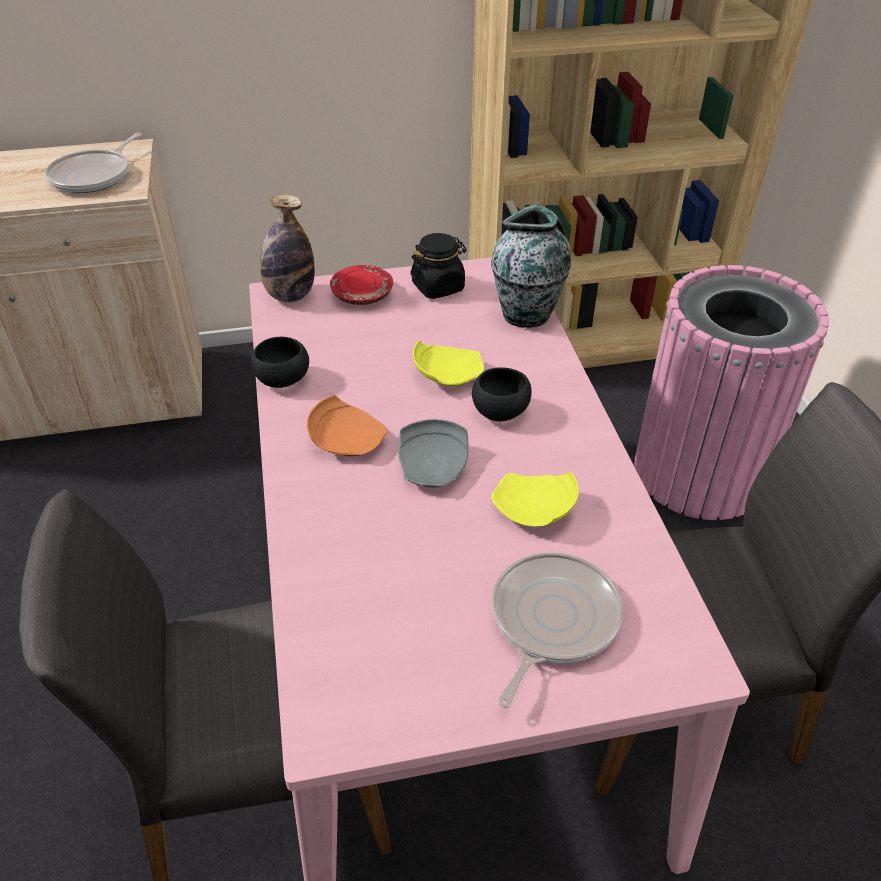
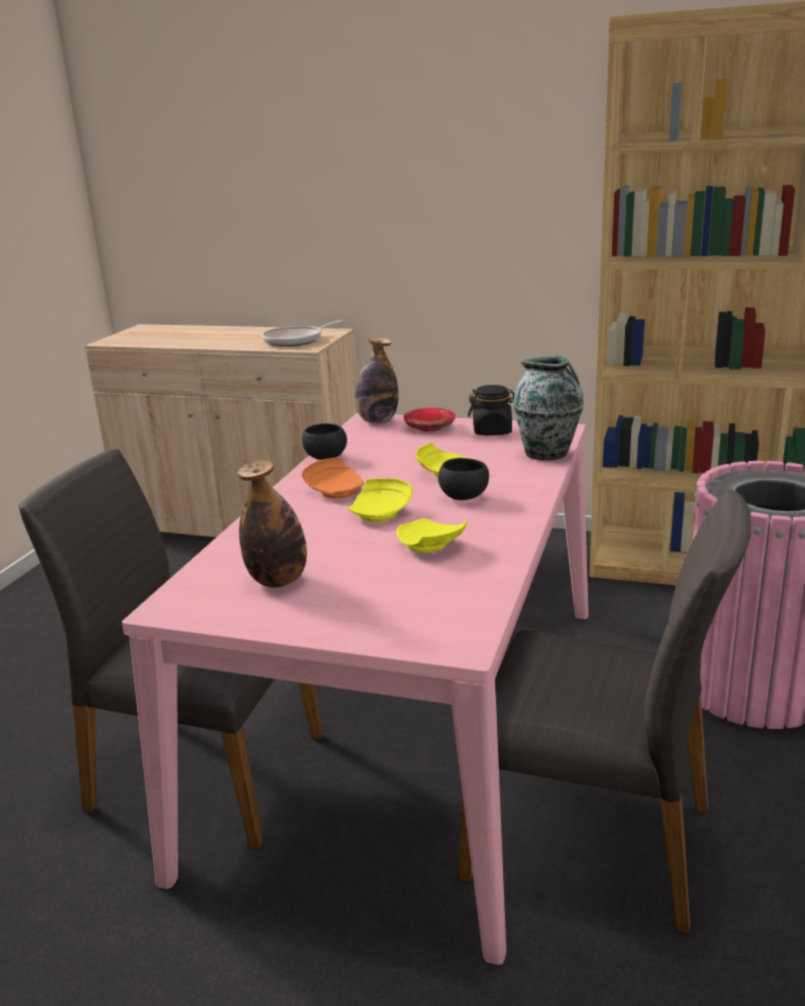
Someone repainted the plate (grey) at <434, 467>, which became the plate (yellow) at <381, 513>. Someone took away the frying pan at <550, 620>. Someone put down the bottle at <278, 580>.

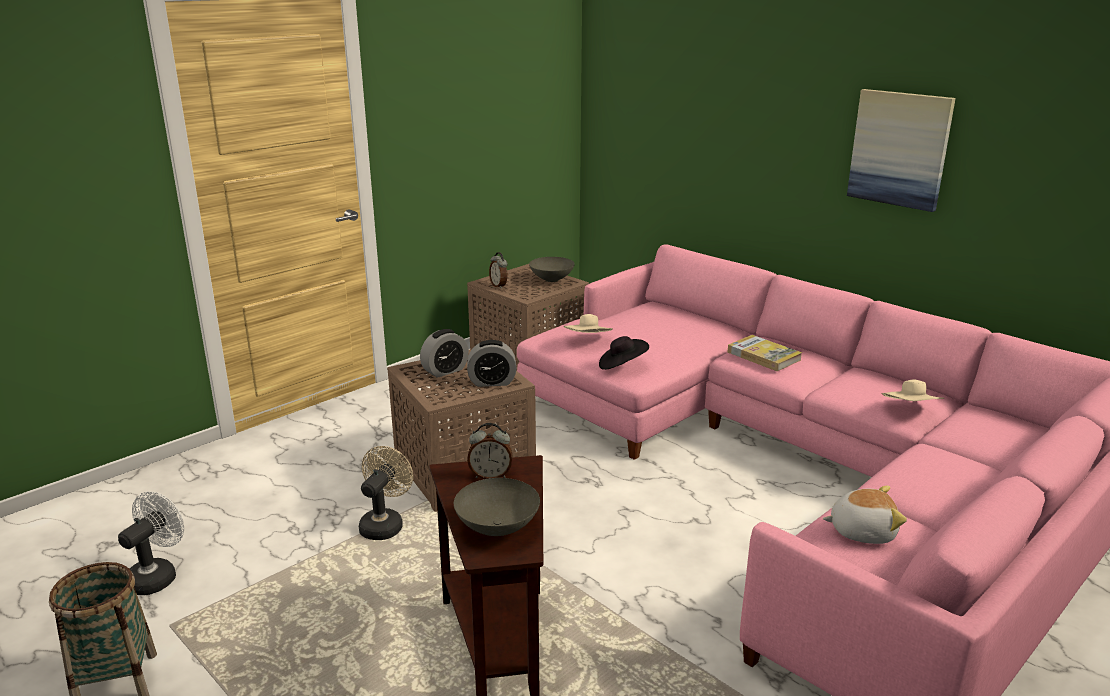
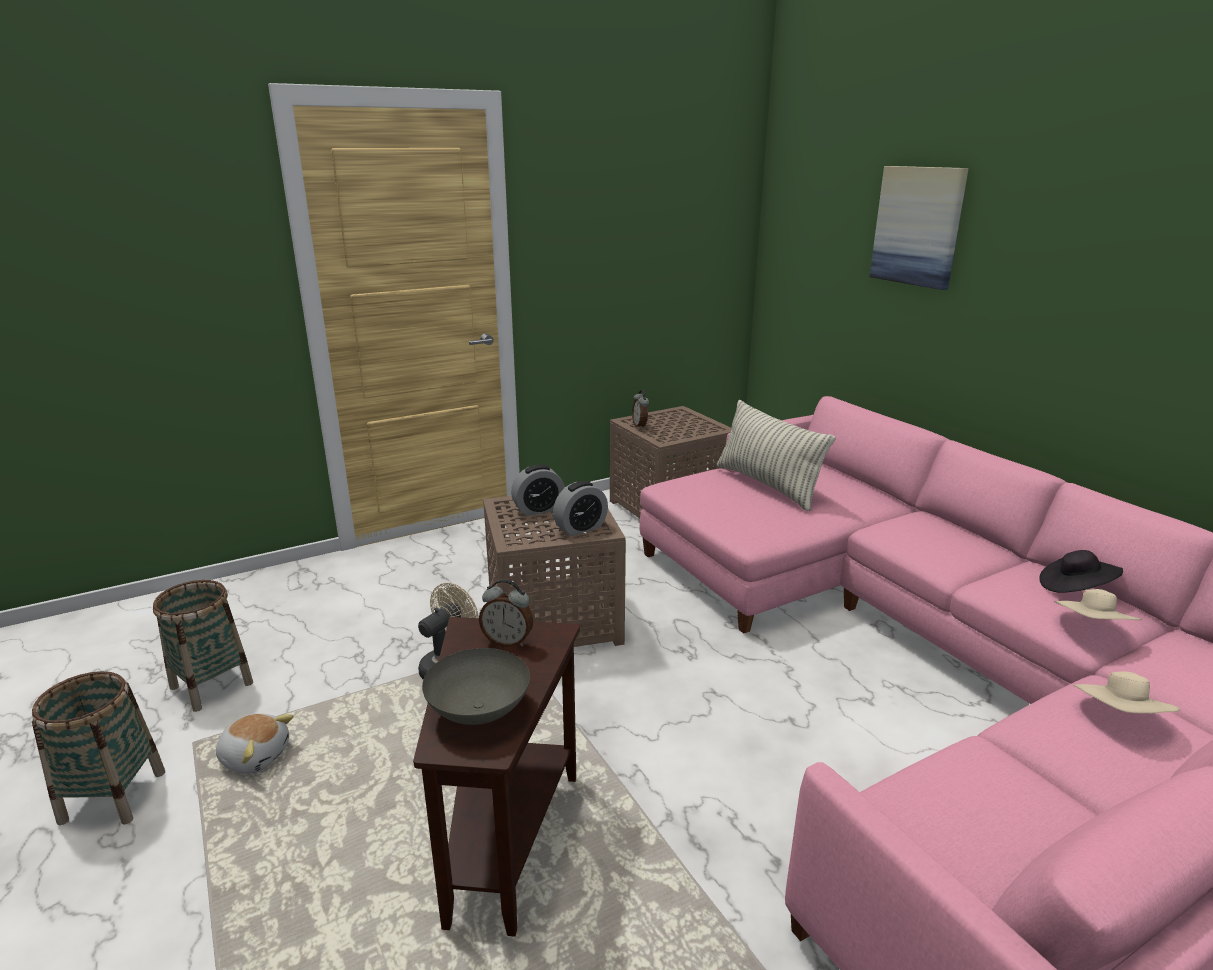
Someone carried the picture from <899, 149> to <918, 226>. Someone took away the bowl (grey) at <552, 279>. Someone carried the hat (beige) from <588, 341> to <1119, 718>. Someone took away the book at <763, 356>. Someone carried the hat (black) from <622, 366> to <1074, 588>. Someone rotated the alarm clock at <492, 382> by 45 degrees counterclockwise. Someone carried the plush toy from <861, 531> to <255, 756>. Someone swapped the fan (white) at <157, 576> for the basket at <211, 685>. Someone put down the pillow at <767, 485>.

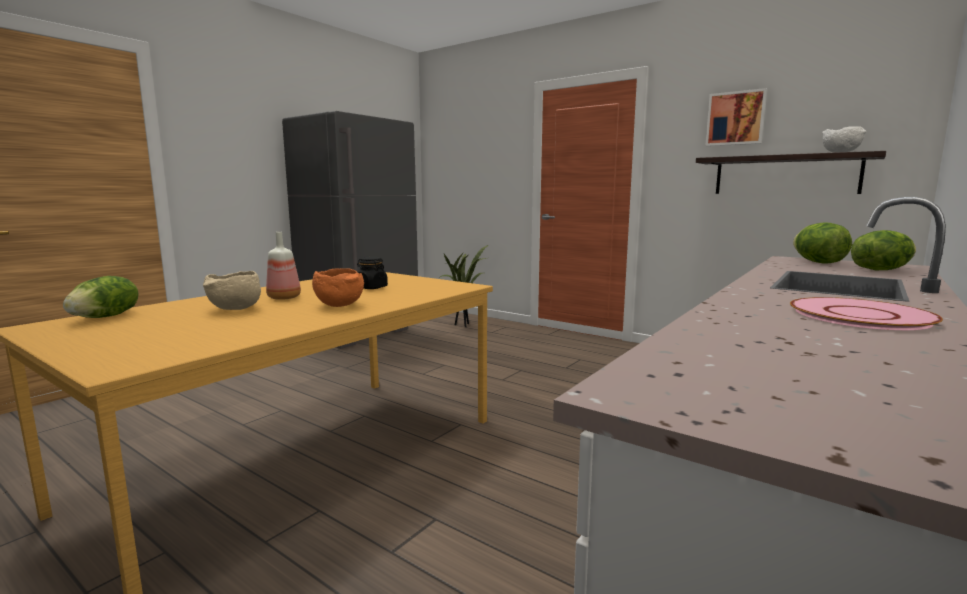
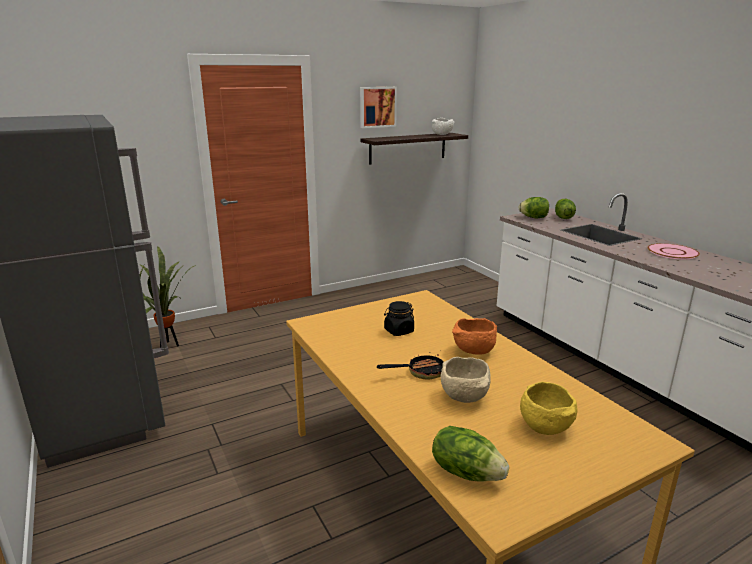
Someone swapped the bottle at <284, 297> for the frying pan at <420, 372>. Someone put down the bowl (yellow) at <543, 427>.

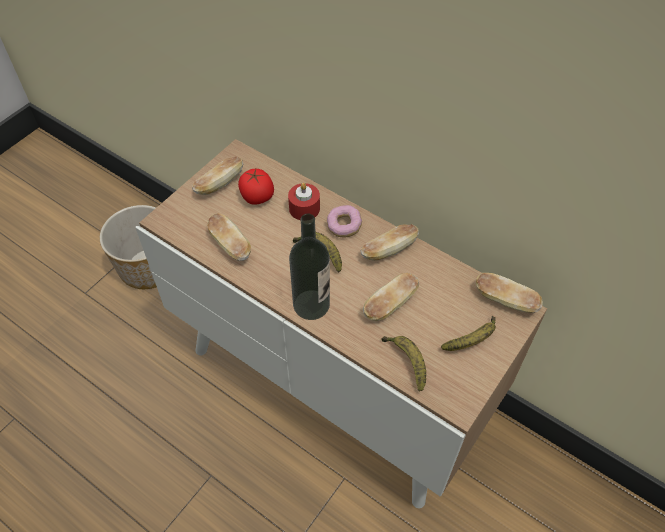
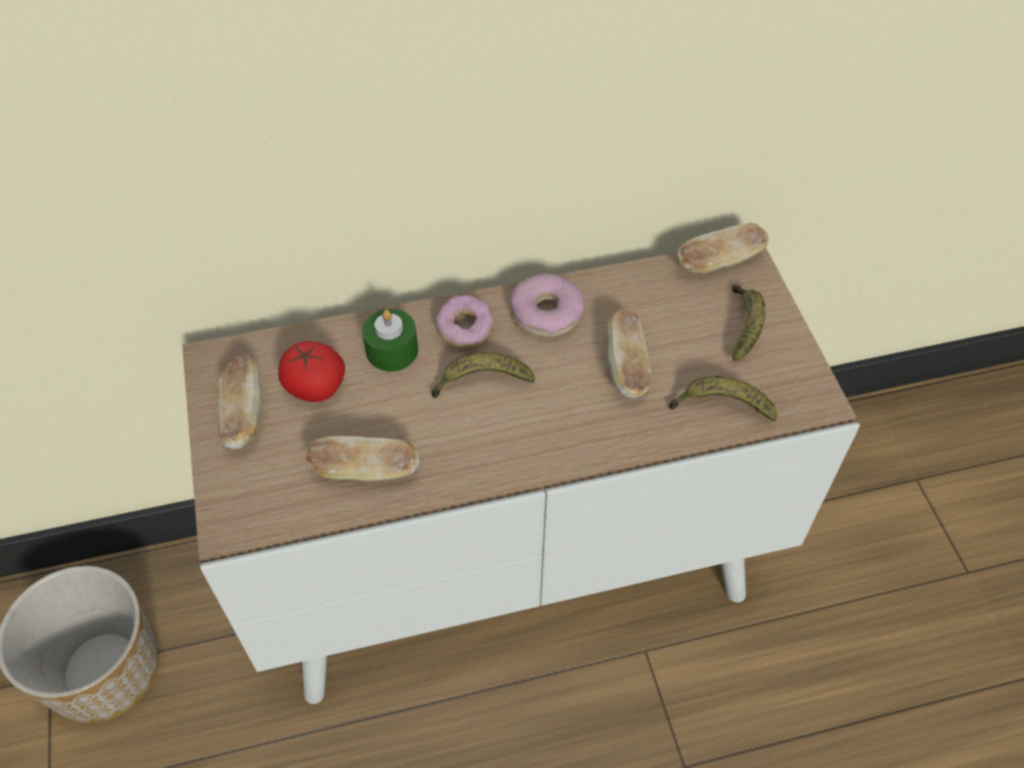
Someone repainted the candle (red) at <304, 208>, which became the candle (green) at <392, 350>. Someone took away the bottle at <311, 305>. Someone swapped the bread at <388, 250> for the donut at <546, 313>.

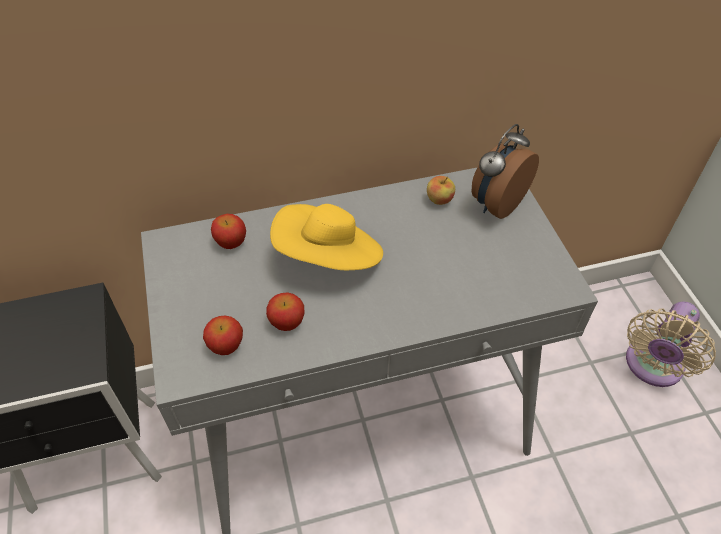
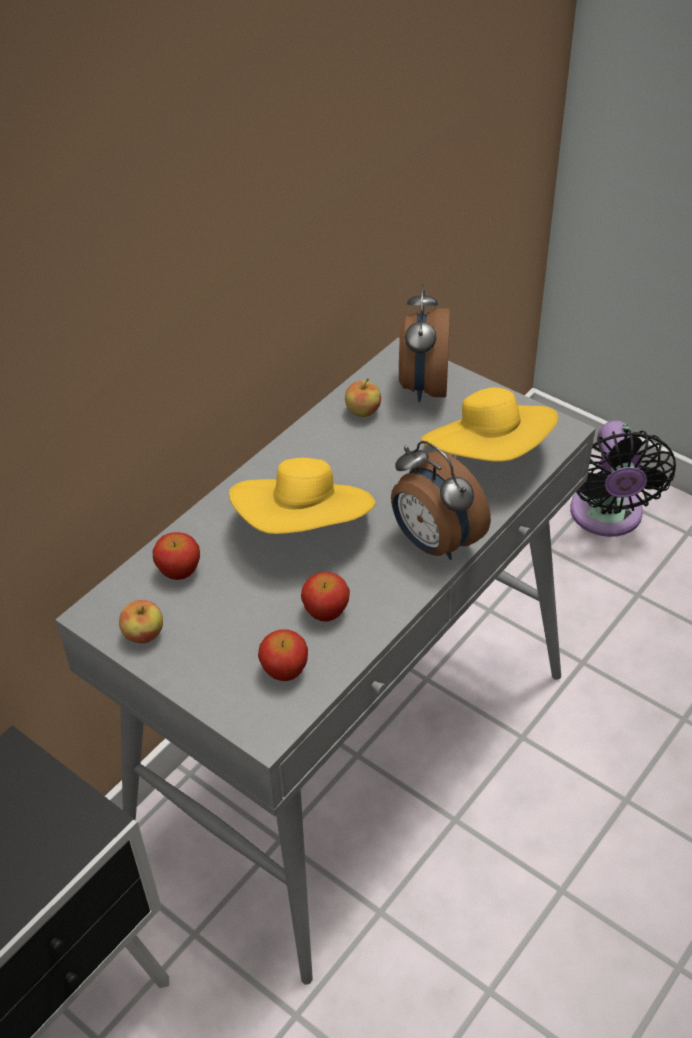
Someone repainted the fan (beige) at <652, 367>, which became the fan (black) at <607, 517>. Someone put down the hat (yellow) at <489, 456>. Someone put down the alarm clock at <434, 543>. Someone put down the apple at <144, 634>.

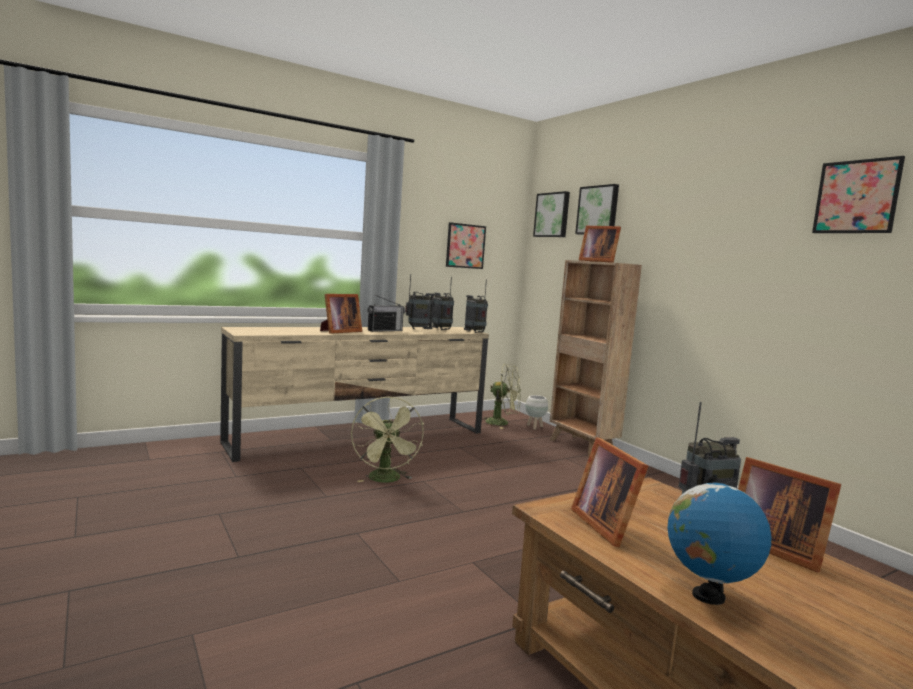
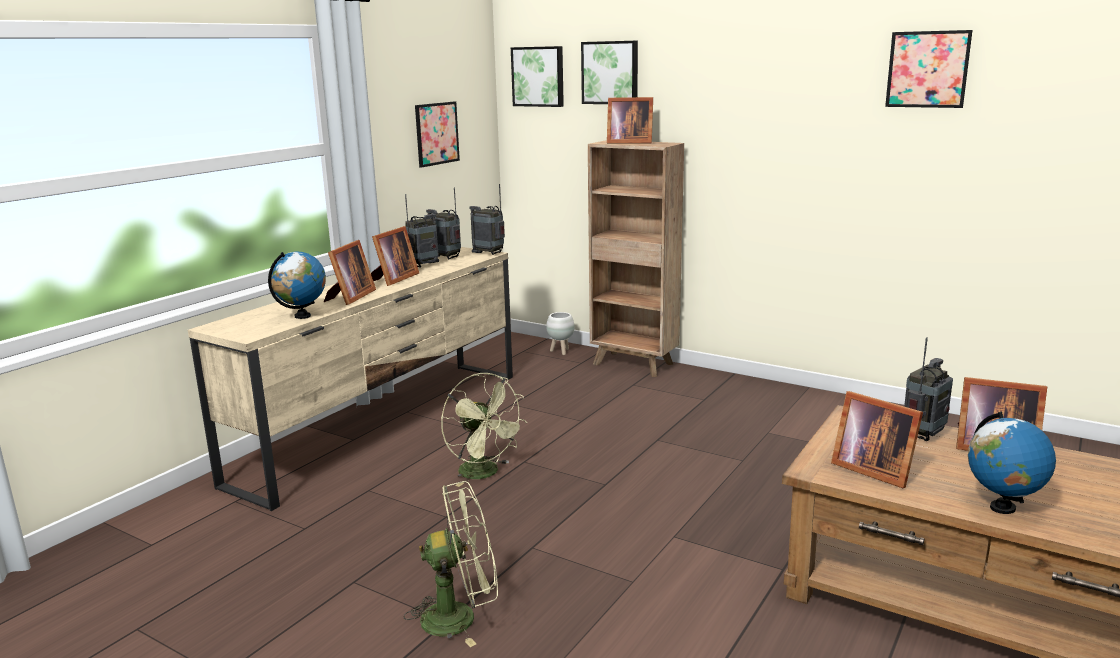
Someone swapped the radio at <385, 330> for the picture frame at <393, 279>. Someone carried the fan (green) from <502, 423> to <460, 616>. Someone put down the globe at <302, 316>.

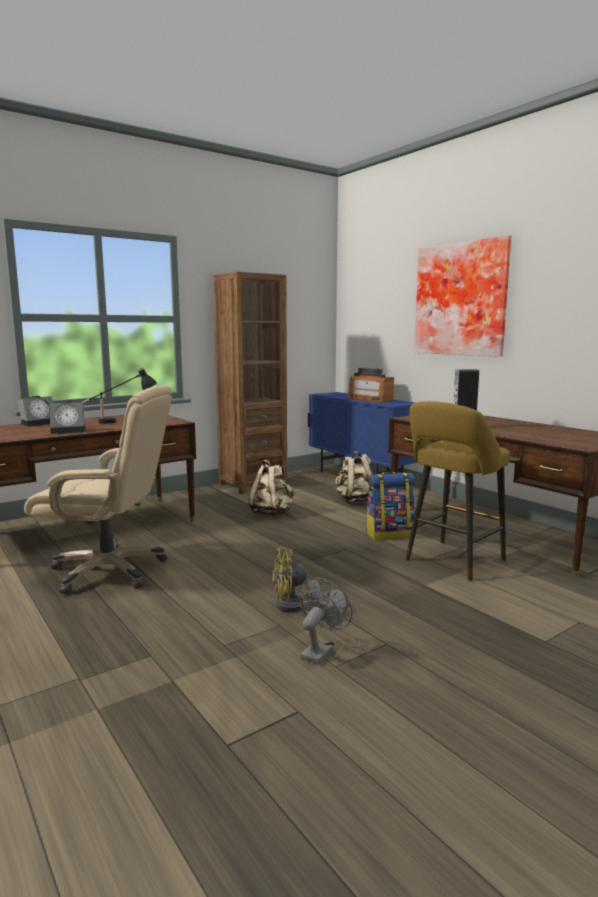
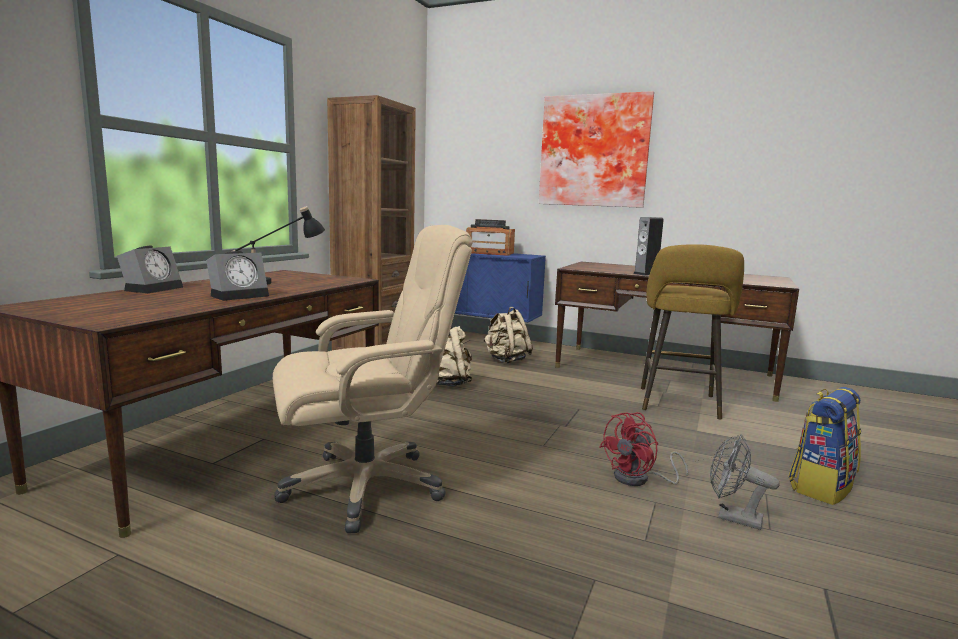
Someone carried the backpack from <389, 534> to <820, 486>. Someone repainted the fan (yellow) at <296, 608>, which became the fan (red) at <639, 479>. Someone rotated the fan (grey) at <320, 650> by 60 degrees counterclockwise.

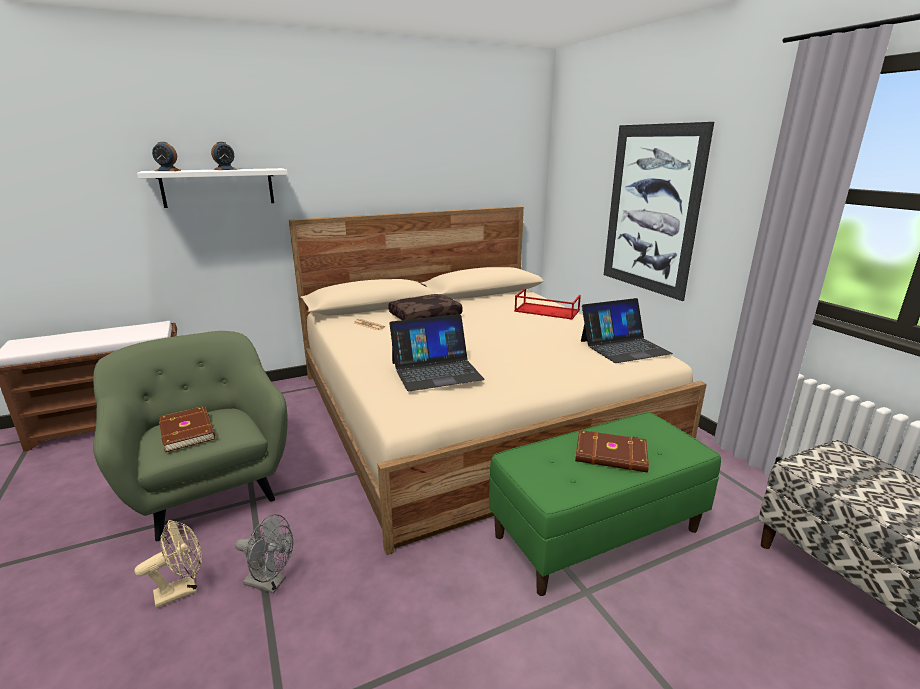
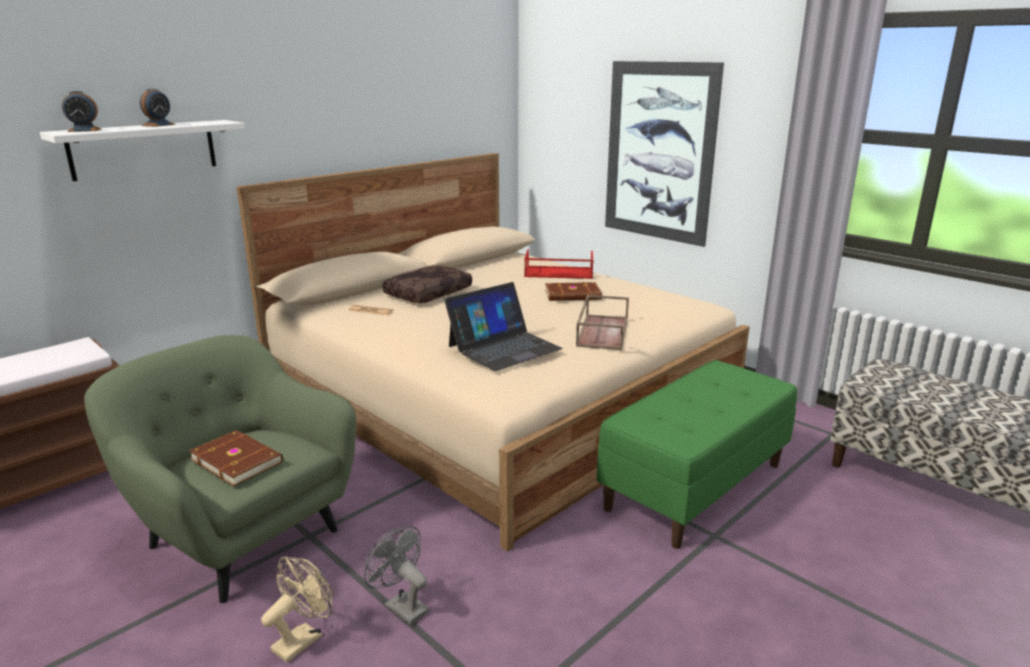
Someone took away the laptop at <624, 347>. Someone carried the book (brown) from <611, 455> to <573, 295>. Someone rotated the fan (grey) at <271, 583> by 135 degrees counterclockwise. Someone put down the tray (brown) at <602, 331>.

